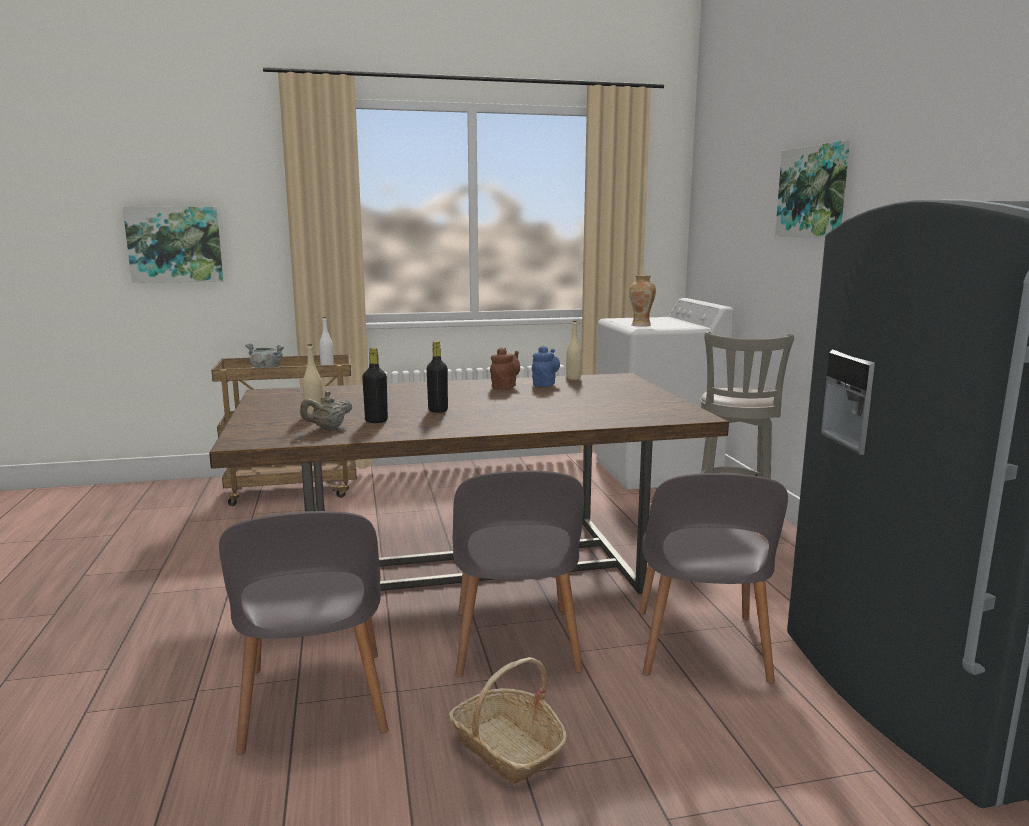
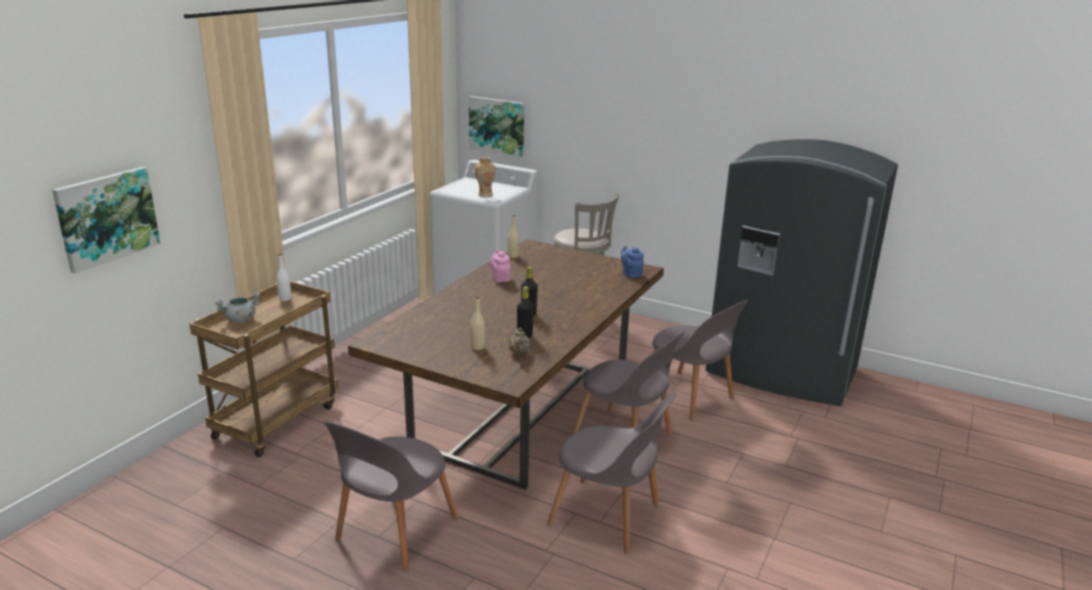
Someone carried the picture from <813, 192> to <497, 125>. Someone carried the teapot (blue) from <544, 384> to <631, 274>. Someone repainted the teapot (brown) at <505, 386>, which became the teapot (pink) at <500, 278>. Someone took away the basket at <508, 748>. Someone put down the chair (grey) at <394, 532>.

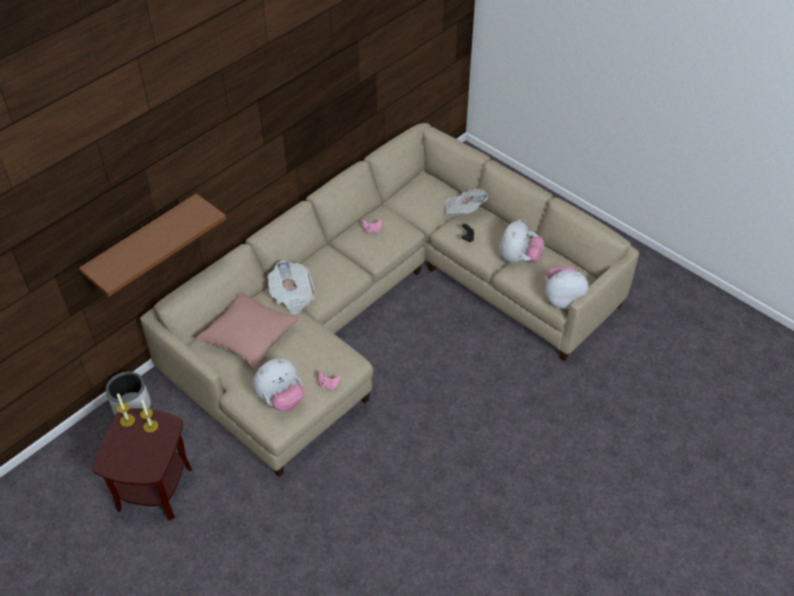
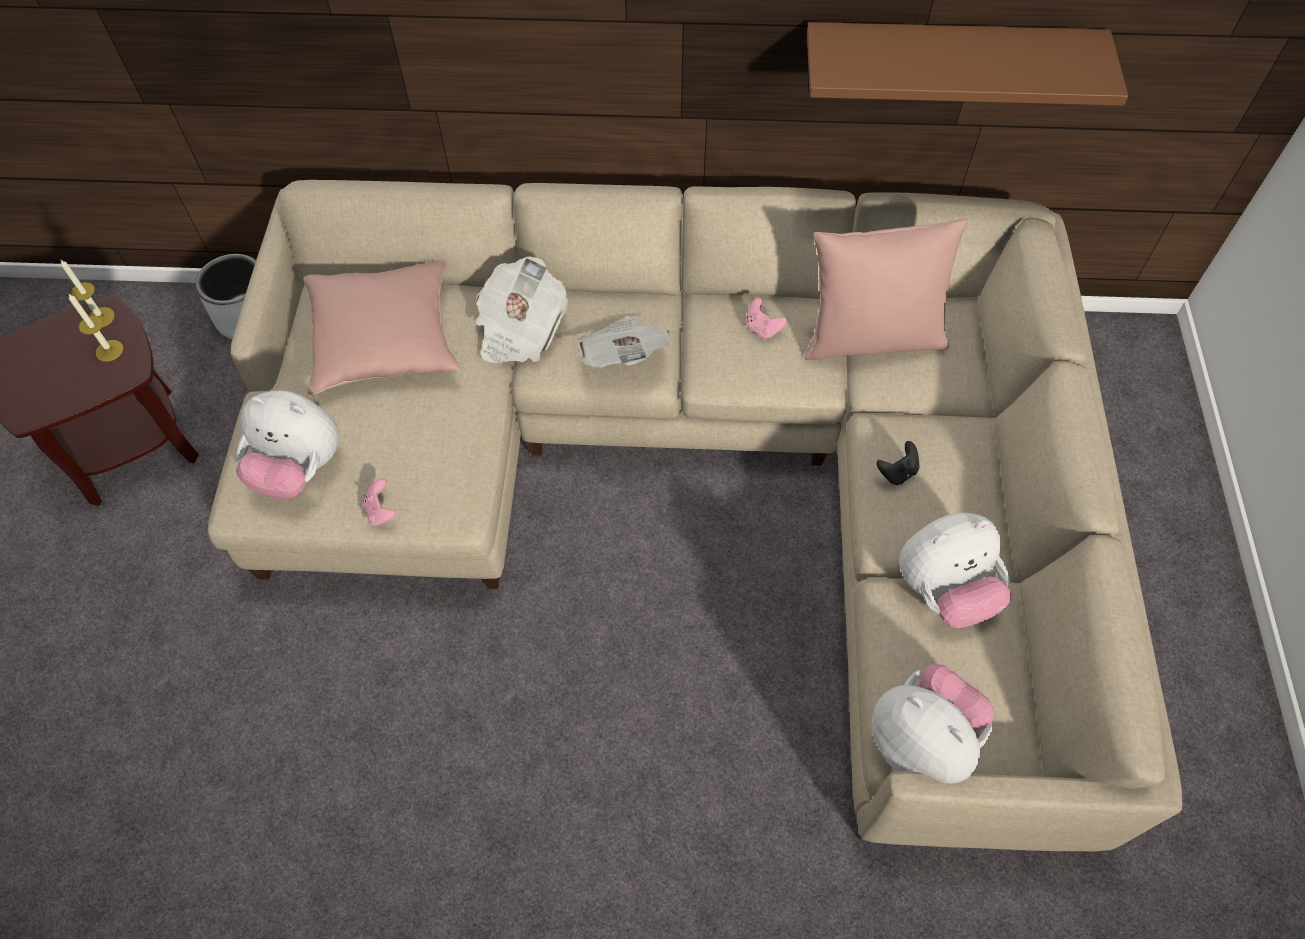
Someone carried the newspaper from <464, 210> to <623, 357>. Someone carried the shelf (brown) from <143, 243> to <949, 60>. Someone put down the pillow (pink) at <871, 338>.

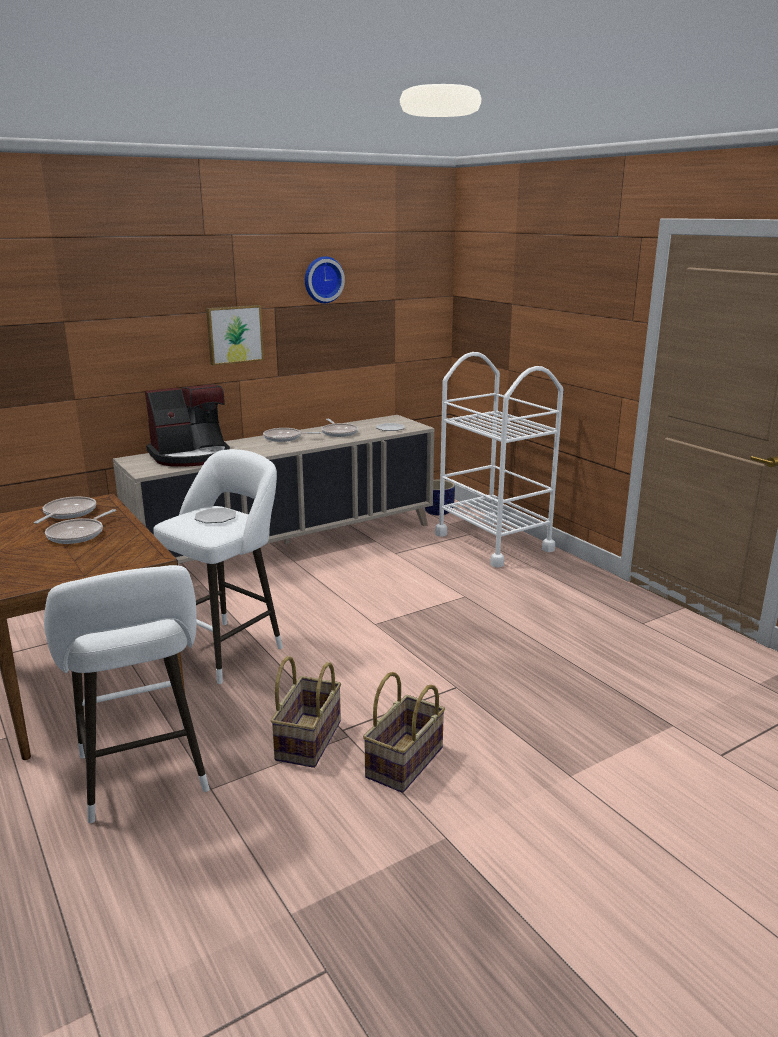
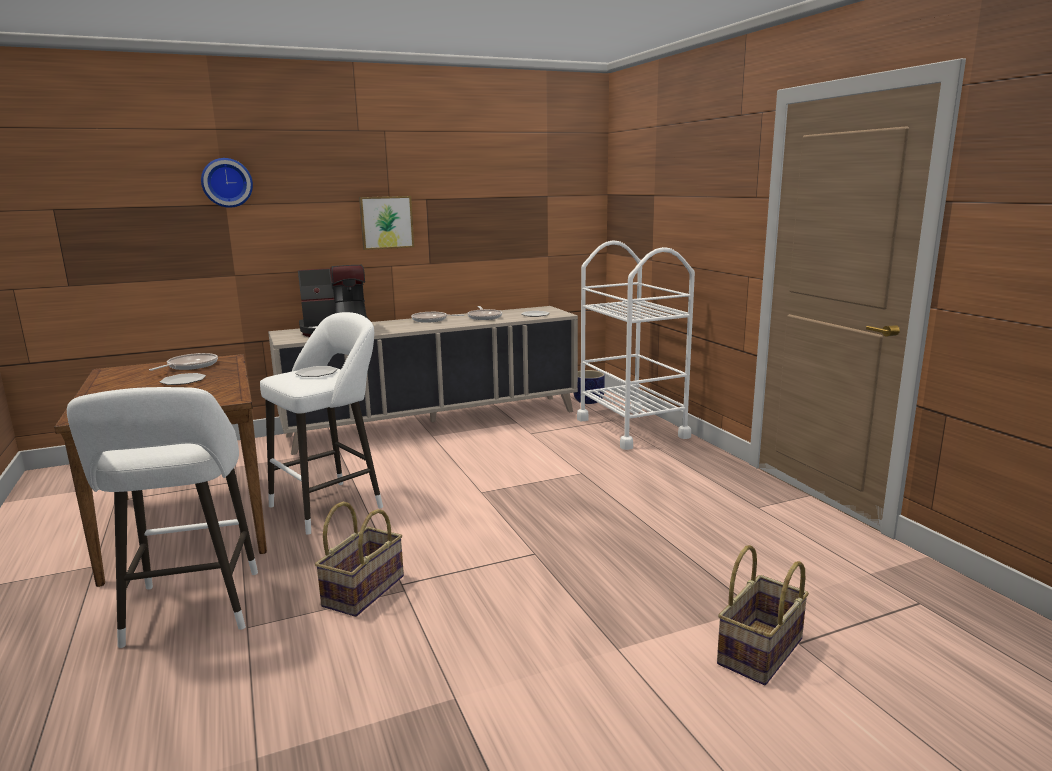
Someone carried the wall clock from <322, 279> to <227, 182>. Someone swapped the frying pan at <78, 534> for the plate at <183, 381>. Someone carried the basket from <405, 763> to <761, 652>.

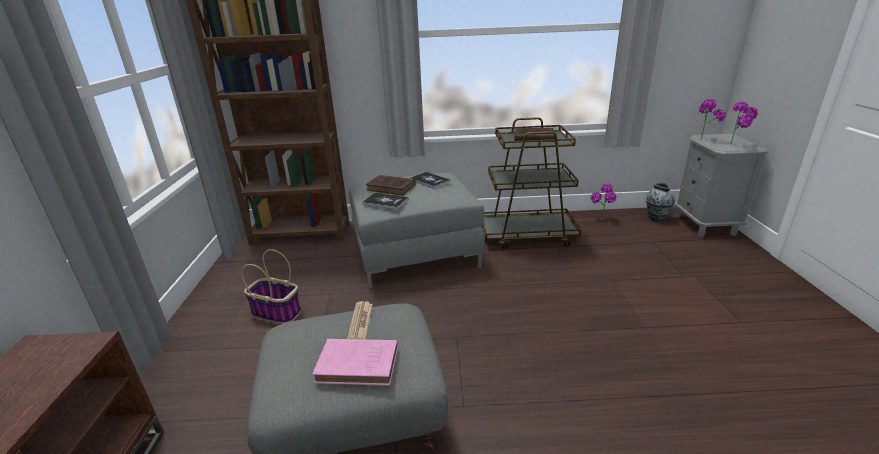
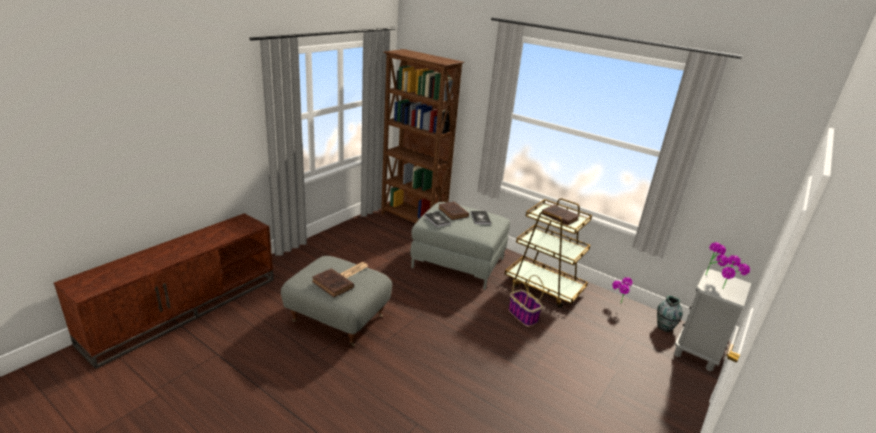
Someone carried the basket from <277, 312> to <523, 316>. Someone repainted the book (pink) at <360, 365>, which became the book (brown) at <333, 285>.

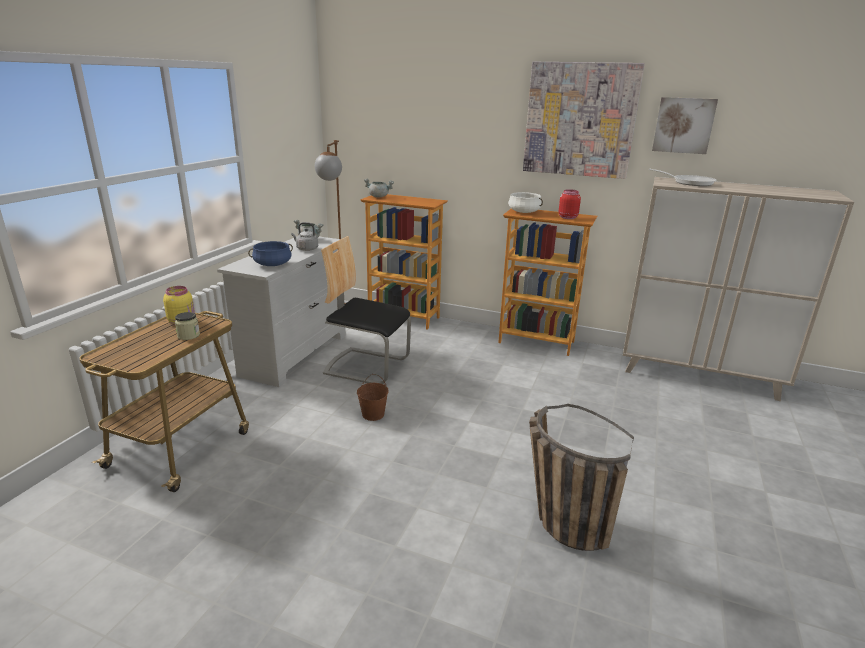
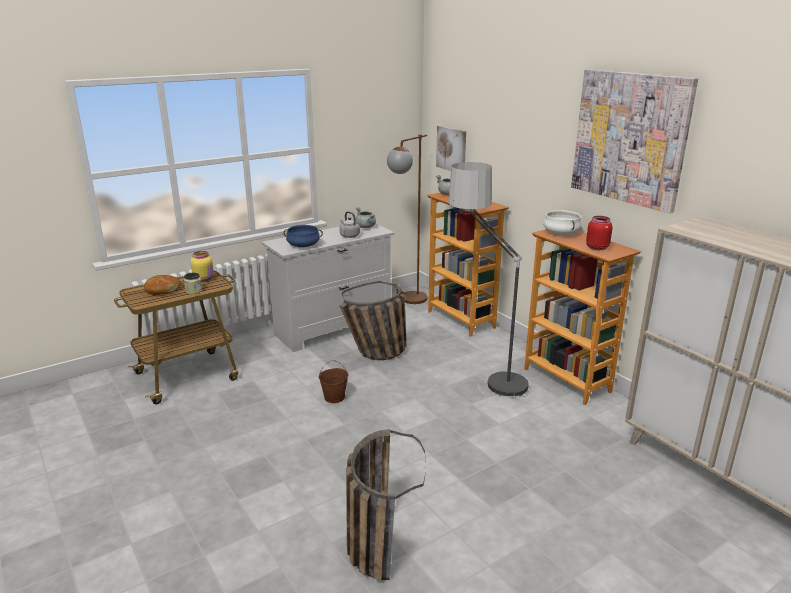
Someone carried the picture from <683, 125> to <452, 149>. Someone took away the frying pan at <689, 182>. Someone swapped the chair at <367, 366> for the basket at <376, 355>. Someone put down the floor lamp at <483, 373>. Someone put down the bread at <162, 290>.

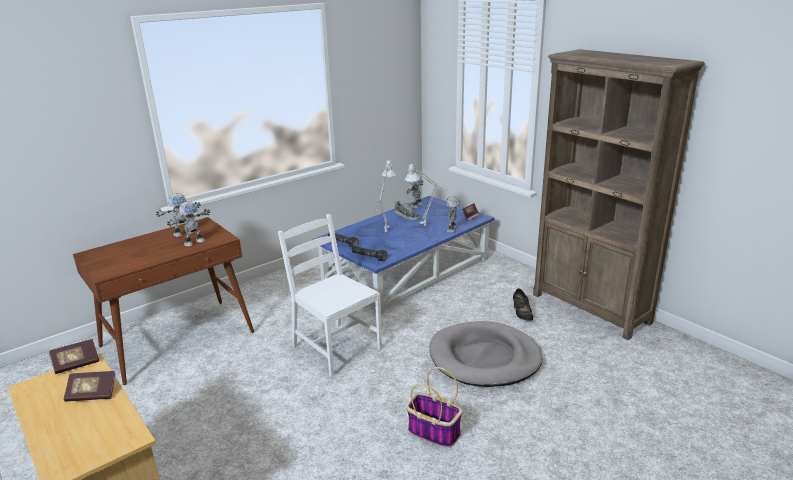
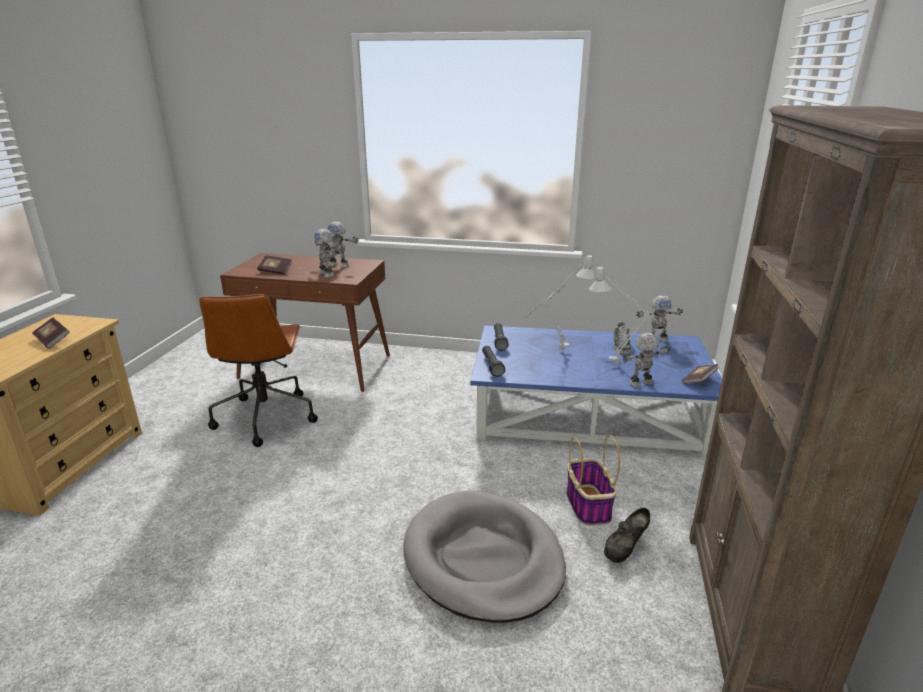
Someone rotated the toy robot at <194, 242> by 45 degrees clockwise. Someone took away the chair (white) at <335, 348>. Someone carried the book from <76, 364> to <275, 271>. Someone carried the basket from <432, 432> to <587, 505>. Someone put down the office chair (brown) at <265, 417>.

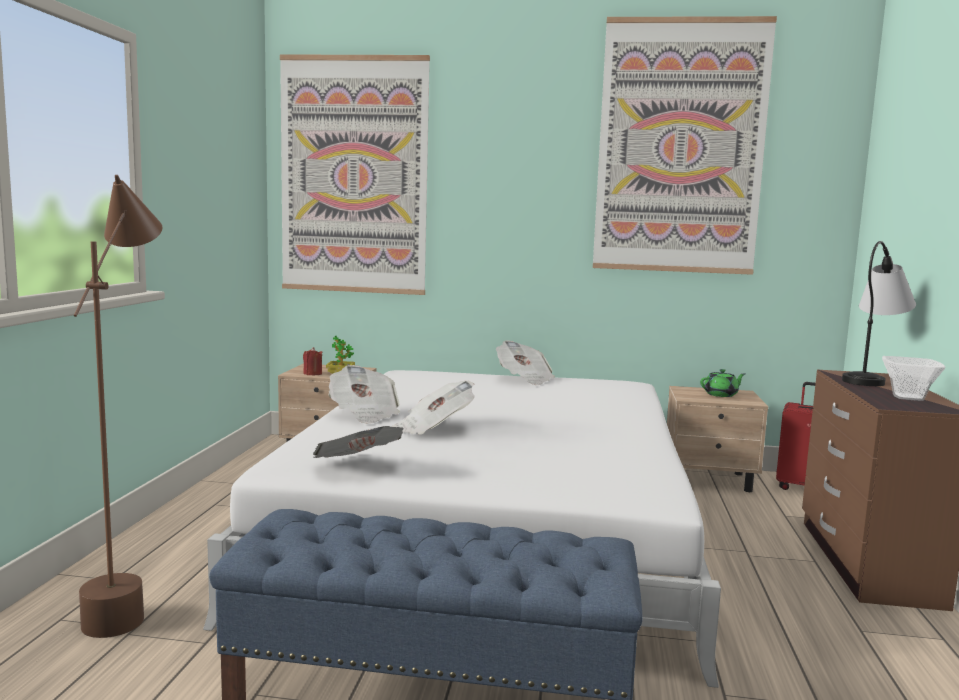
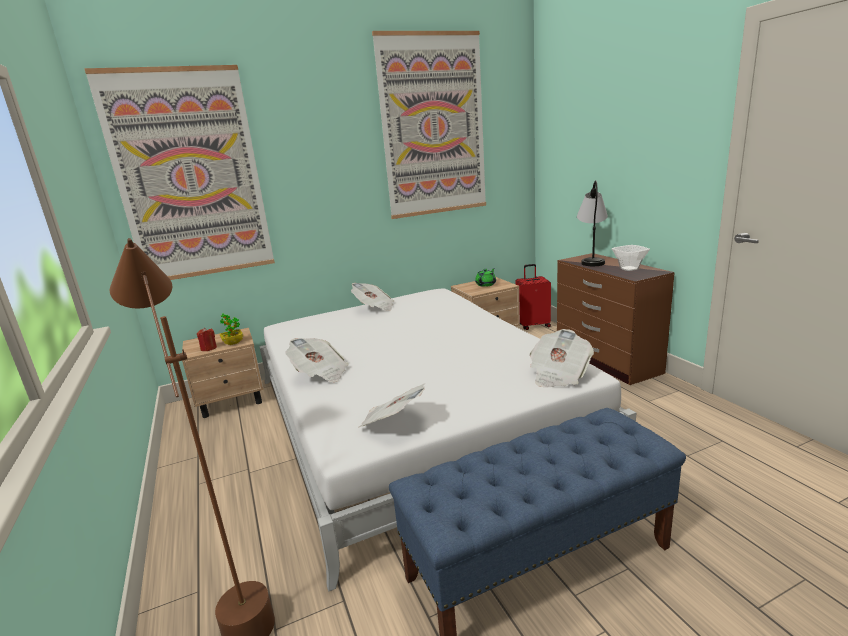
Someone carried the newspaper from <433, 429> to <558, 374>.

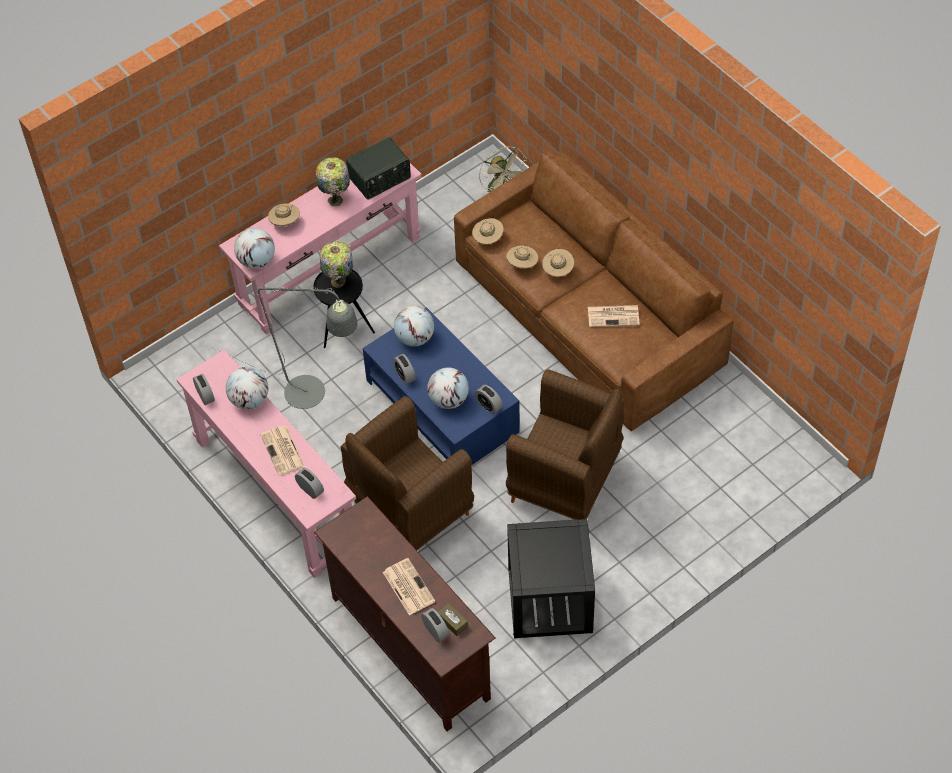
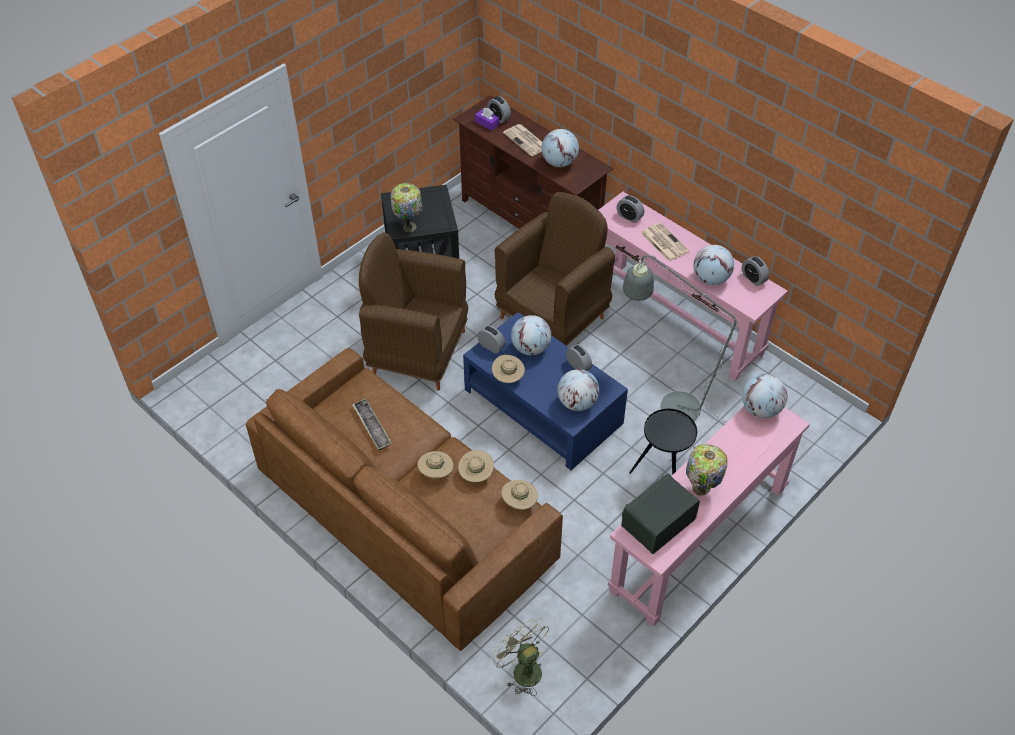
Someone carried the hat (beige) from <285, 222> to <508, 377>. Someone carried the table lamp from <338, 282> to <409, 226>. Someone swapped the newspaper at <614, 316> for the tray at <372, 426>. Someone repainted the tissue box (brown) at <452, 622>, which became the tissue box (purple) at <487, 123>. Someone put down the globe at <559, 162>.

